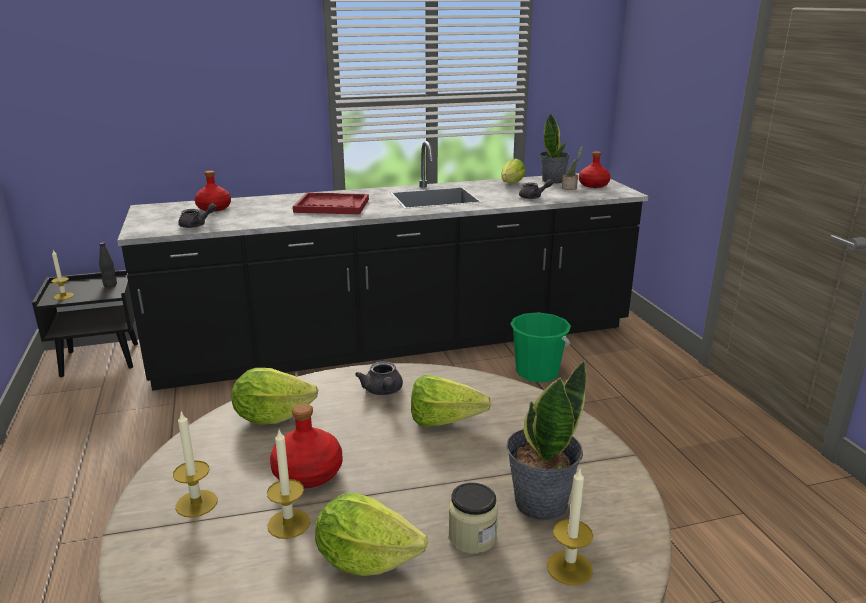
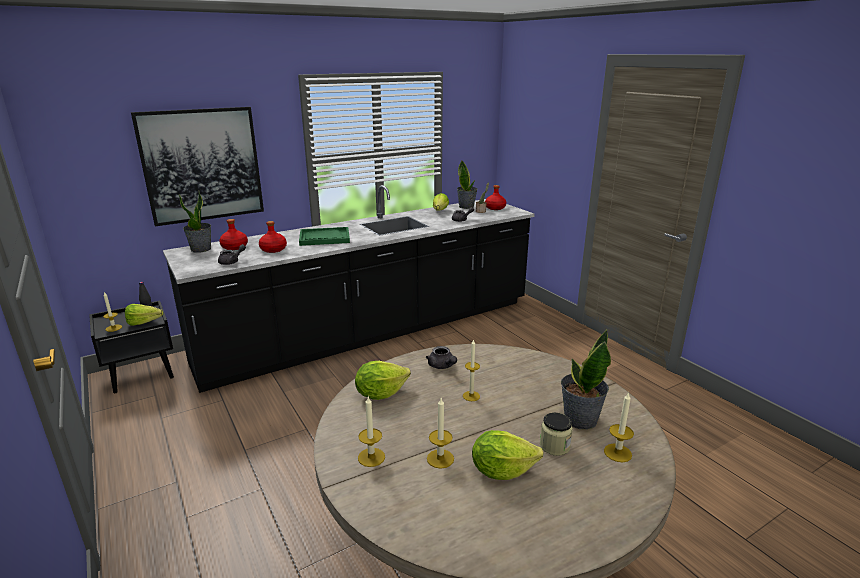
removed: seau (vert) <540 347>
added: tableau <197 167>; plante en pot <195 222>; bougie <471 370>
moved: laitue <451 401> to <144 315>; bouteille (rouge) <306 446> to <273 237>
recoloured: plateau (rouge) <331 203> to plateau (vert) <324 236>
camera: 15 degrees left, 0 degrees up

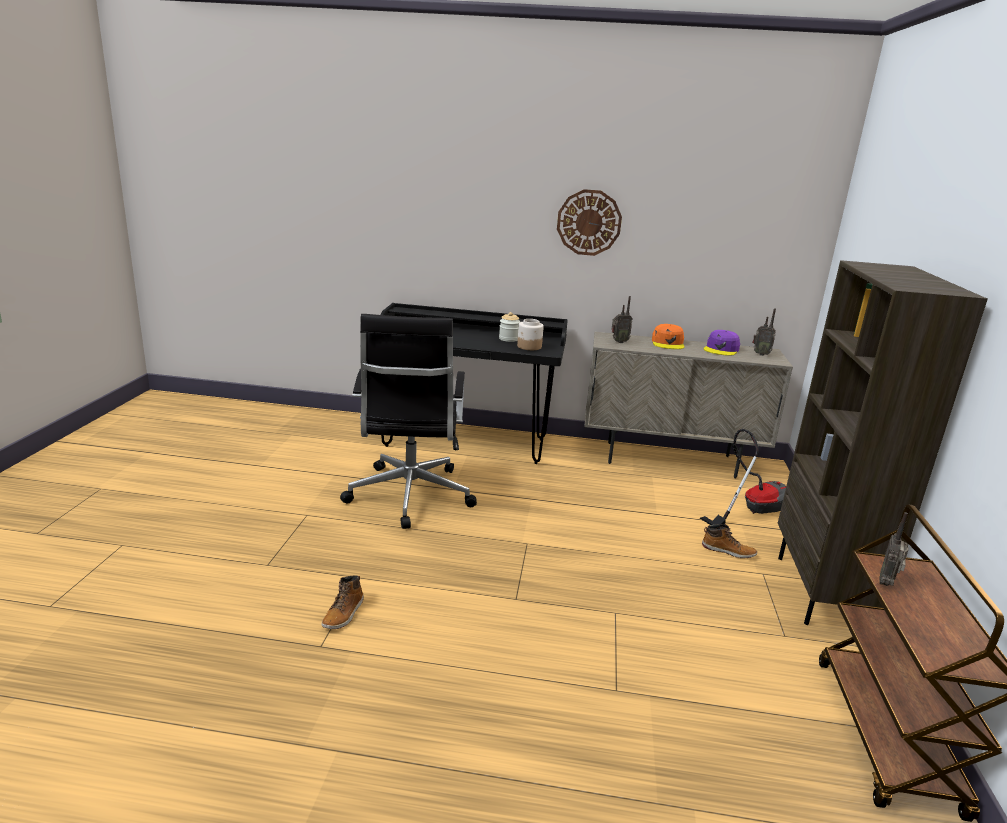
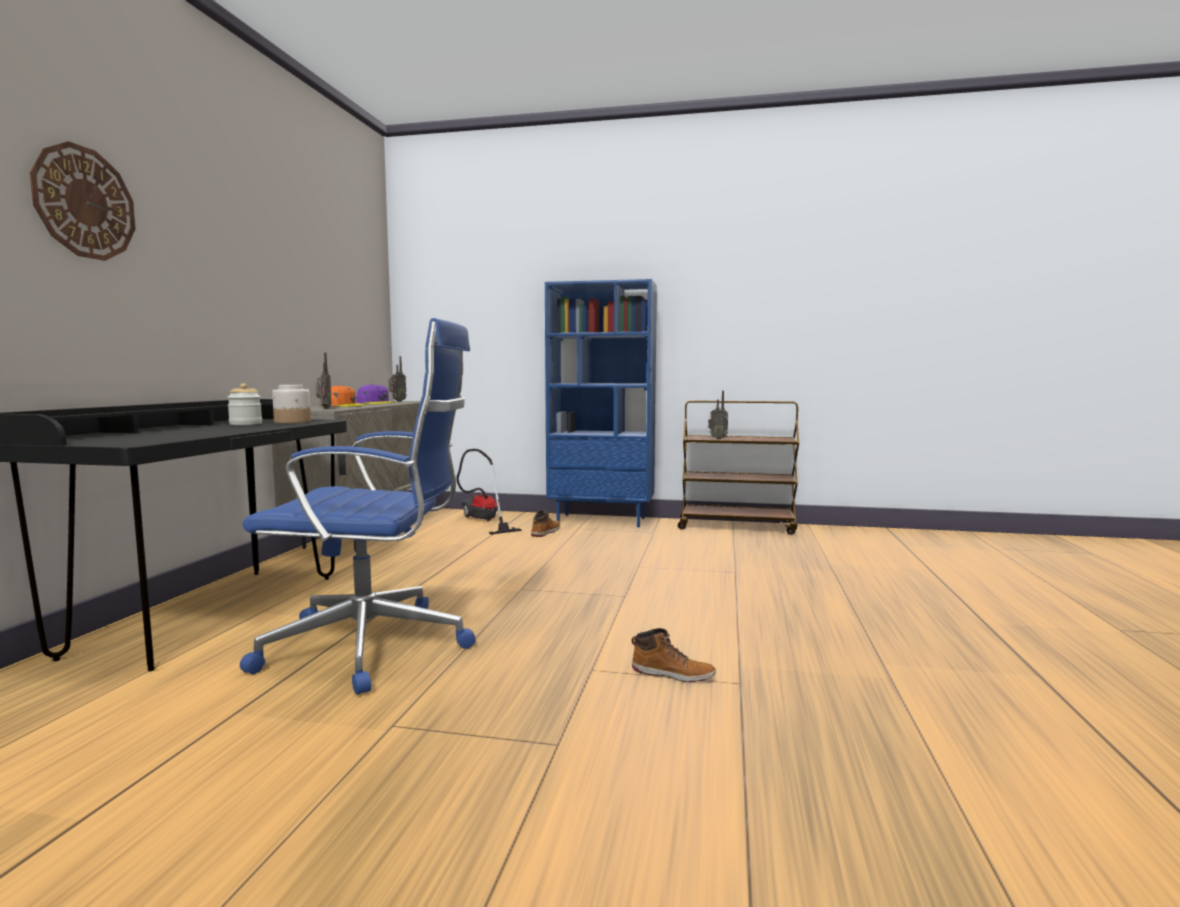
moved: horloge murale <589 222> to <83 201>
recoloured: chaise de bureau (noir) <408 421> to chaise de bureau (bleu) <358 506>; bibliothèque (marron) <883 442> to bibliothèque (bleu) <601 403>
camera: 85 degrees left, 15 degrees down

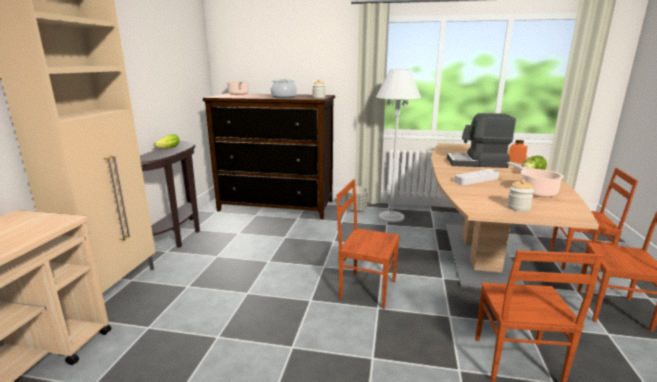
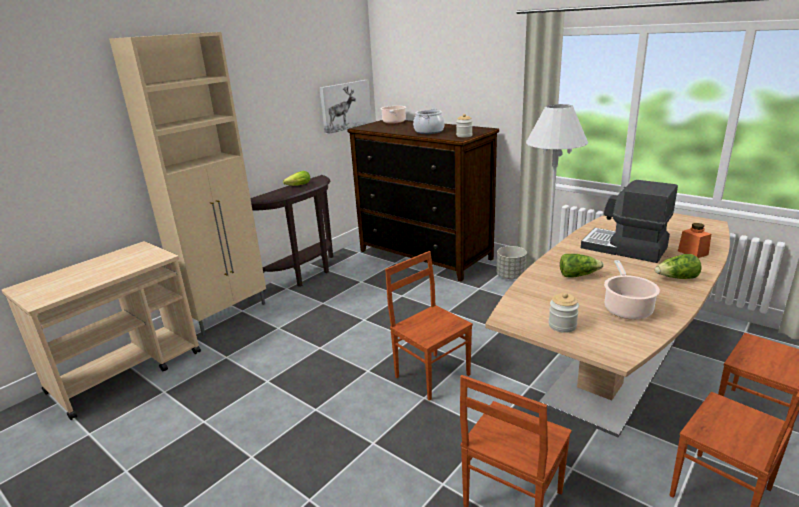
added: tableau <346 107>
replaced: plateau (gris) <476 177> to laitue <581 266>
camera: 30 degrees right, 5 degrees up

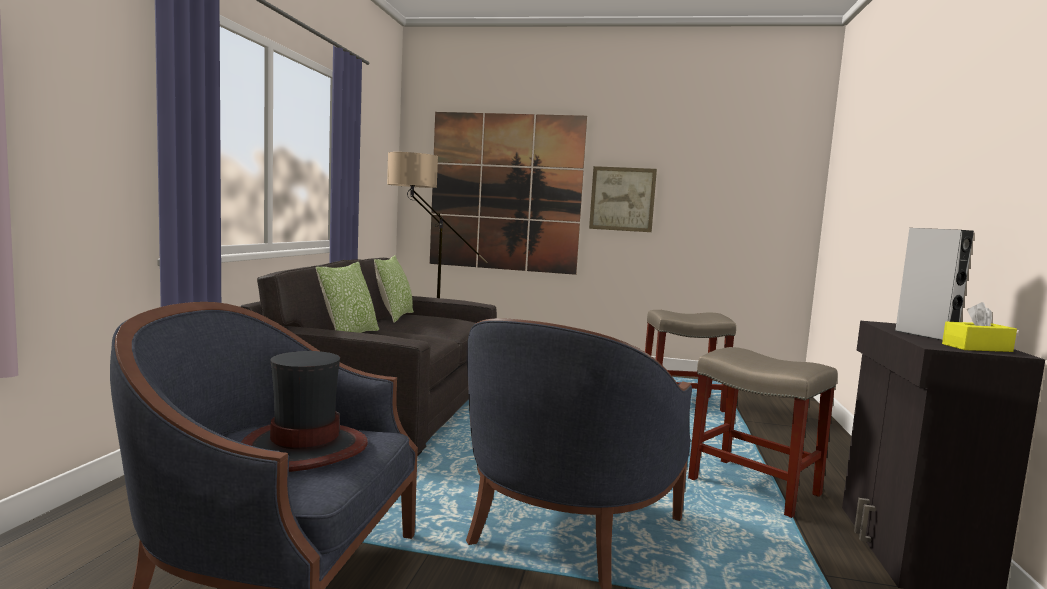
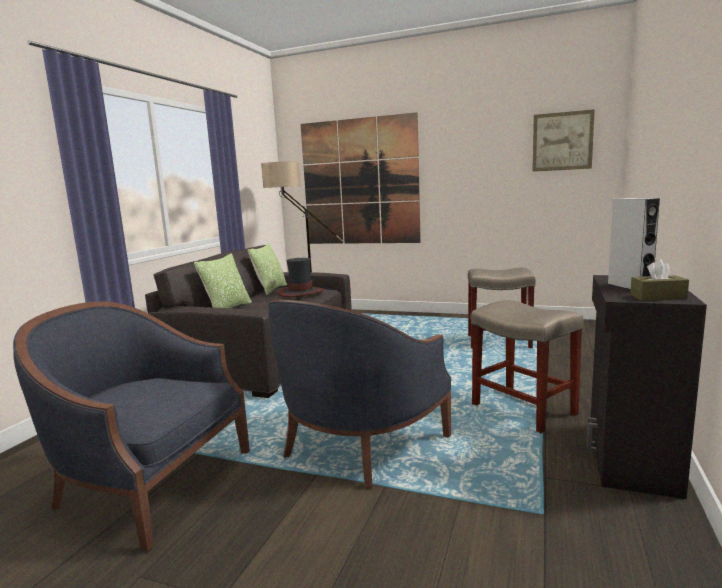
moved: chapeau <304 411> to <301 277>; tableau <623 199> to <563 140>
recoloured: boîte à mouchoirs (jaune) <979 327> to boîte à mouchoirs (marron) <659 279>
camera: 10 degrees right, 5 degrees up

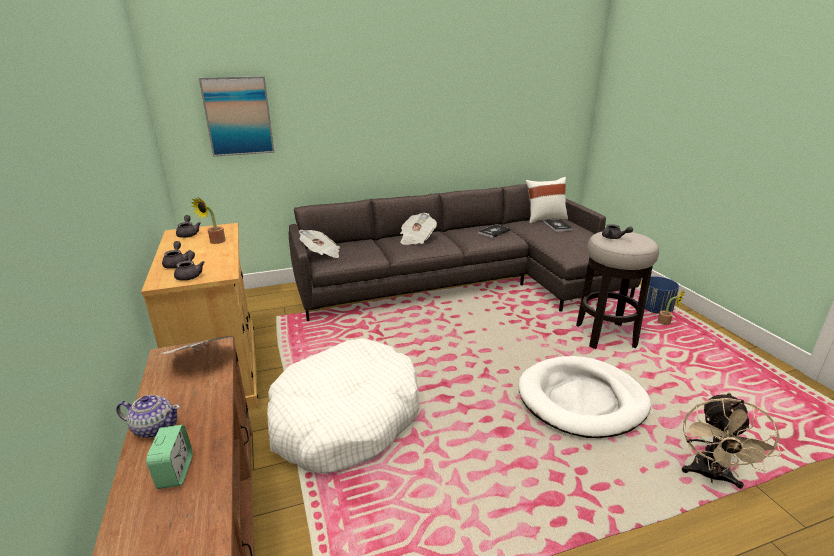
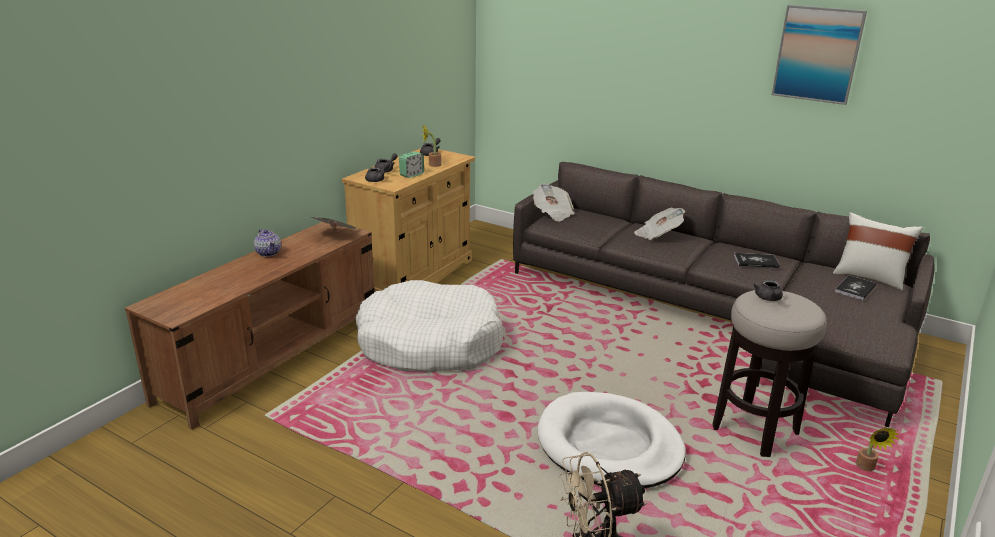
removed: cache-pot (bleu) <662 295>
moved: réveil <169 457> to <411 165>; tableau <237 116> to <819 55>
camera: 50 degrees right, 0 degrees up

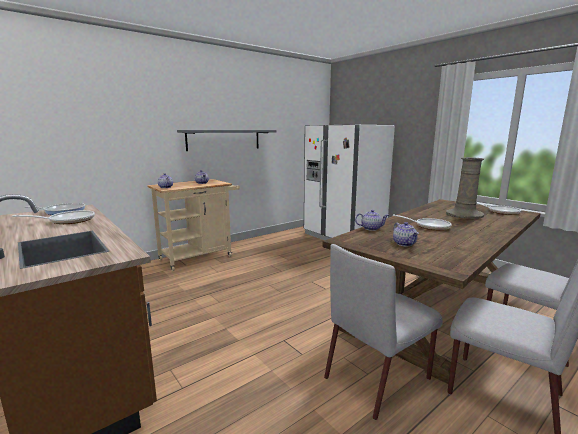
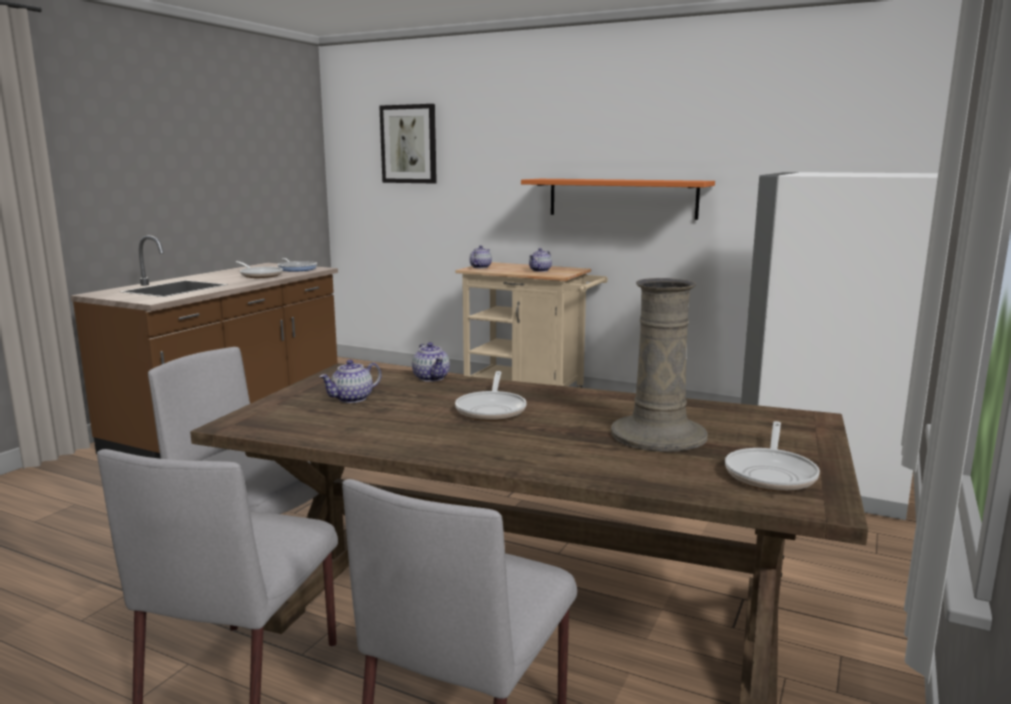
added: tableau <408 144>
recoloured: étagère (gris) <227 140> to étagère (orange) <618 199>
camera: 65 degrees right, 0 degrees up

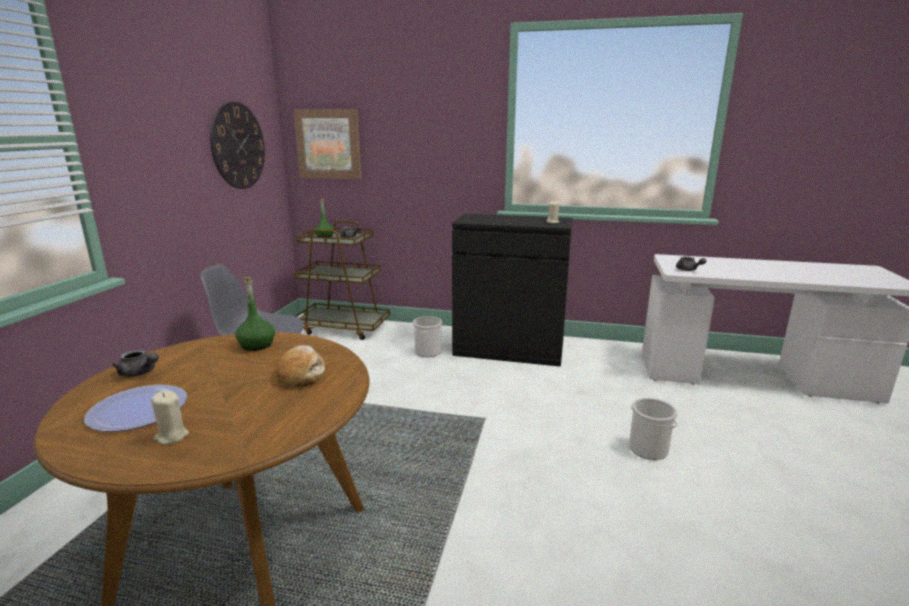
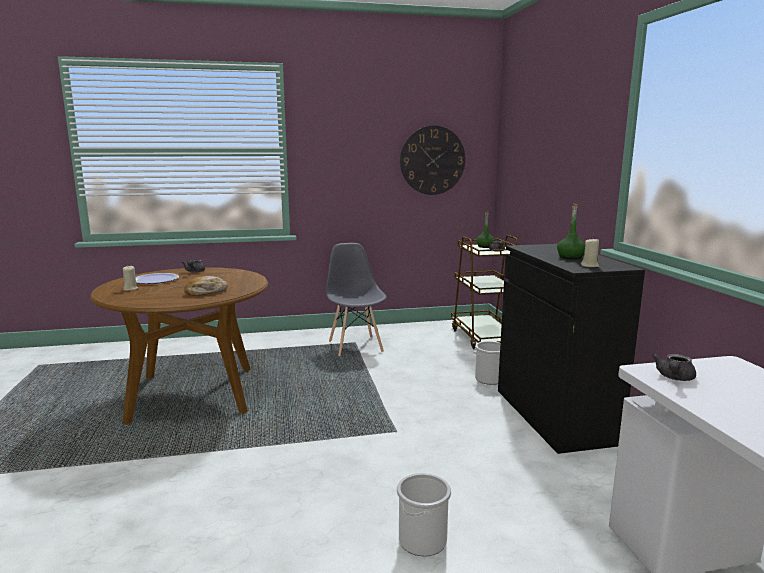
removed: tableau <327 144>
moved: bouteille (vert) <255 314> to <571 231>
camera: 65 degrees right, 5 degrees down

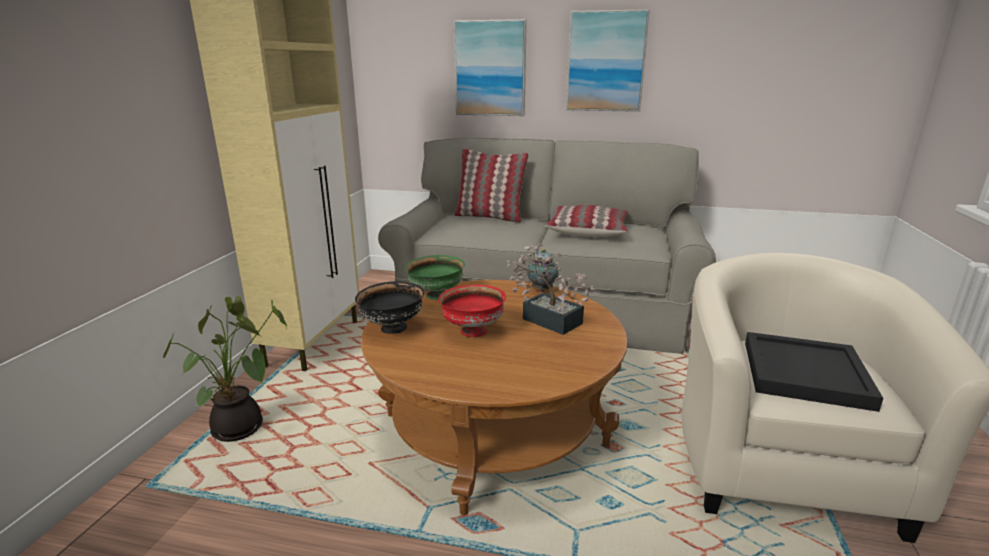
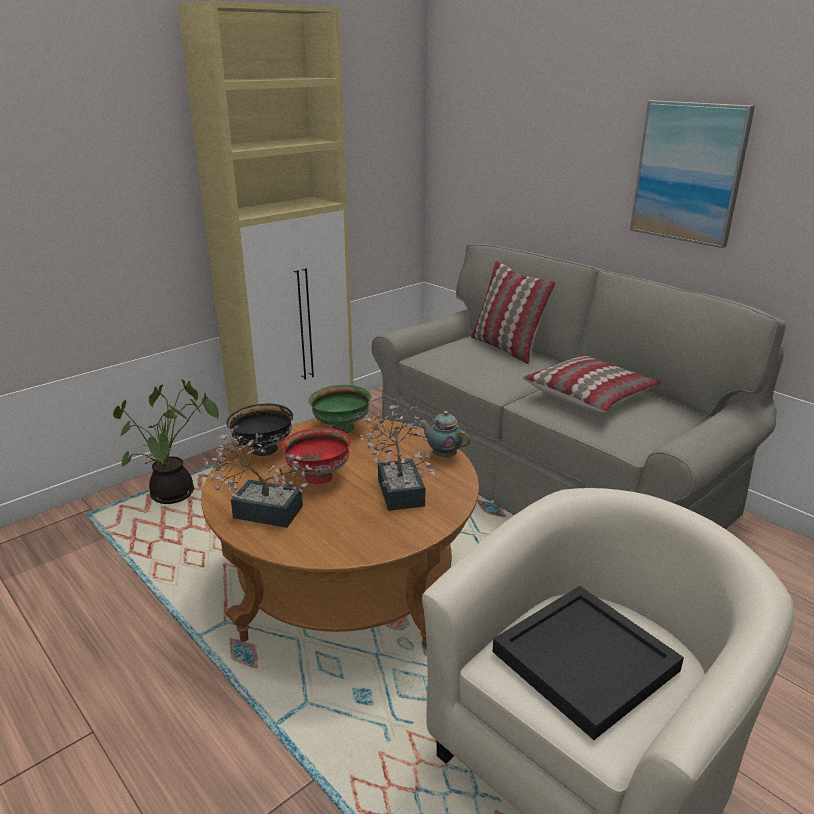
removed: tableau <490 67>
added: plante en pot <258 476>
turned: théière <543 270> = <444 434> 90 degrees clockwise
camera: 35 degrees right, 5 degrees up

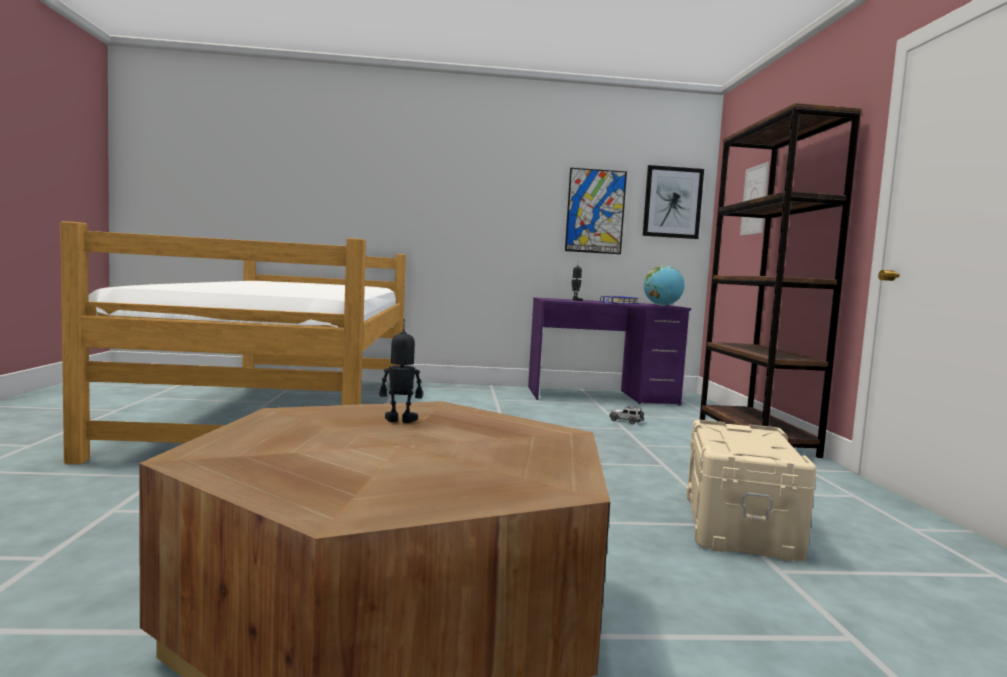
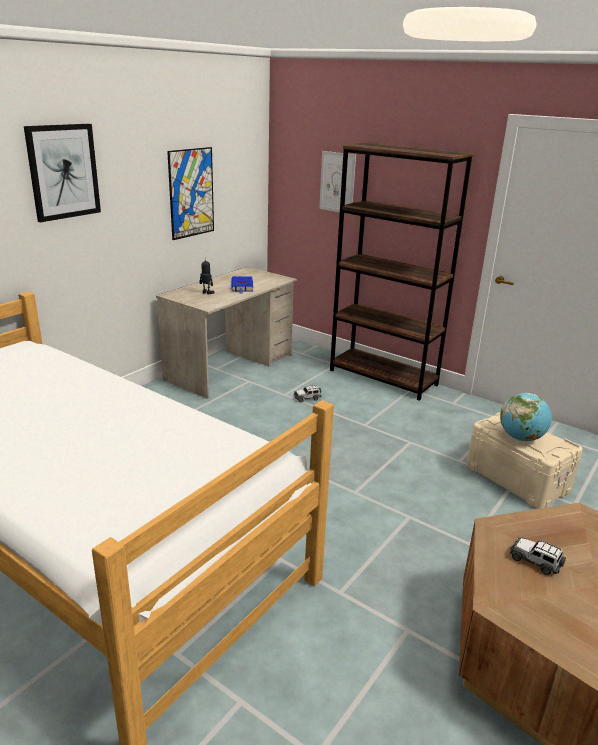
moved: tableau <673 202> to <62 173>; globe <664 286> to <526 417>
replaced: robot jouet <401 371> to petite voiture <538 556>
recoloured: bureau (violet) <609 351> to bureau (beige) <226 332>
camera: 50 degrees left, 20 degrees up

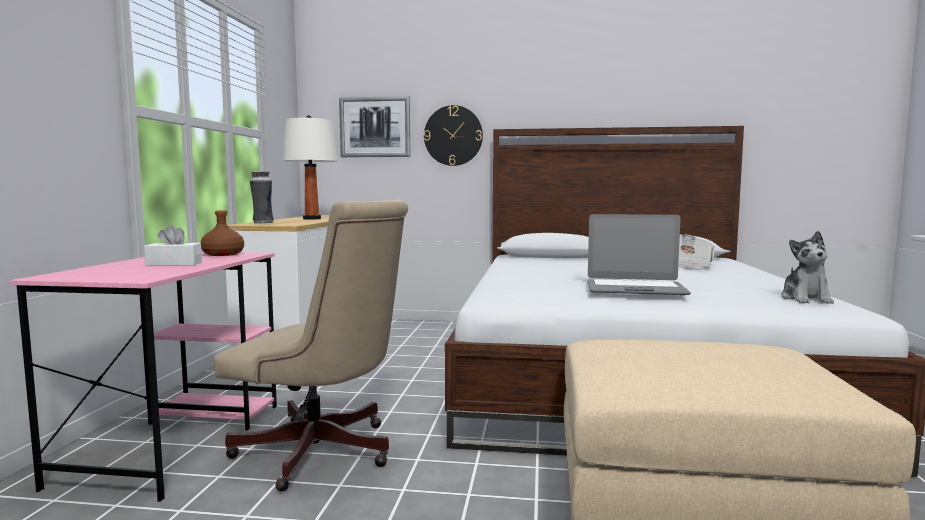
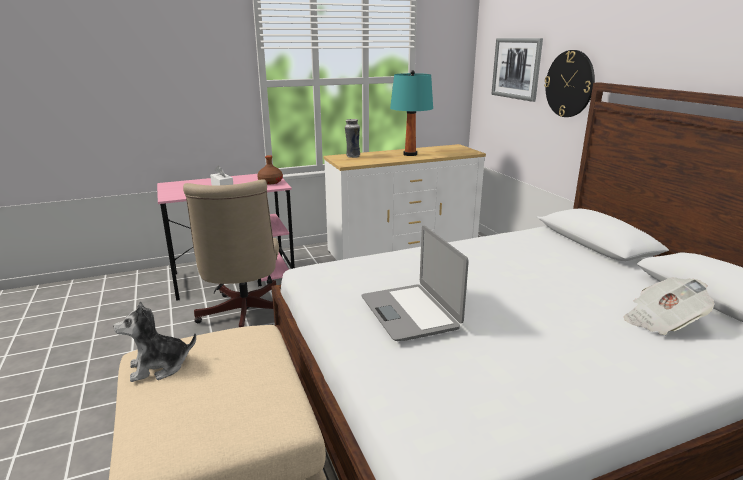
moved: peluche <807 267> to <154 341>
recoloured: lampe de table (blanc) <309 167> to lampe de table (turquoise) <411 113>
camera: 60 degrees right, 15 degrees up

